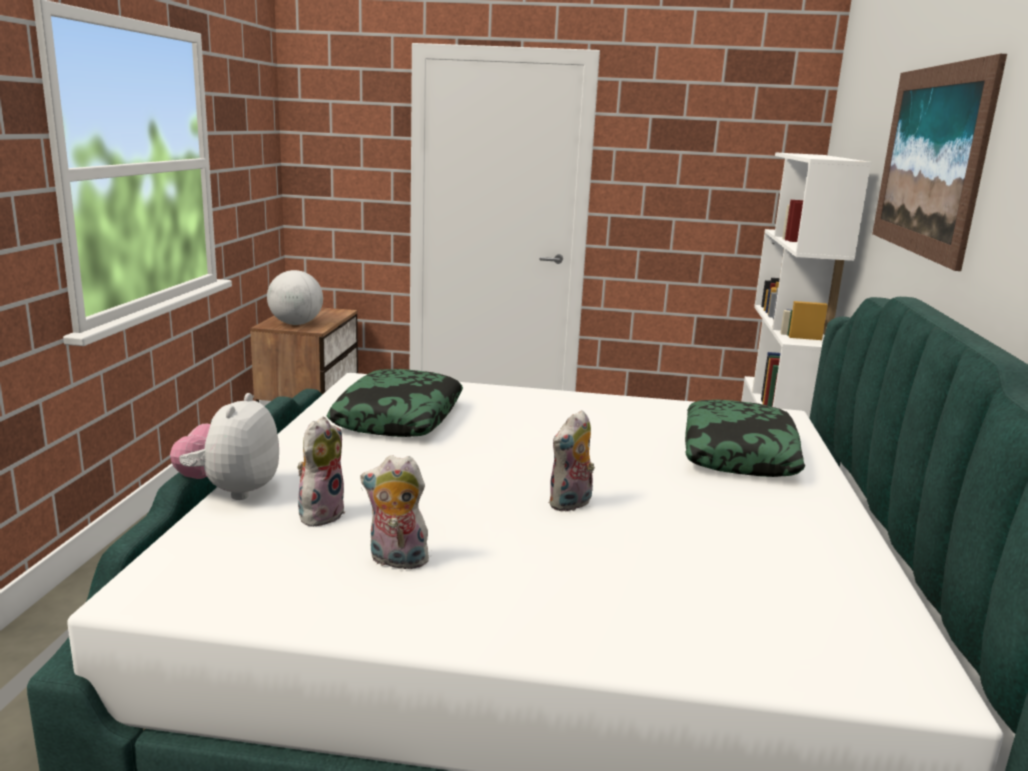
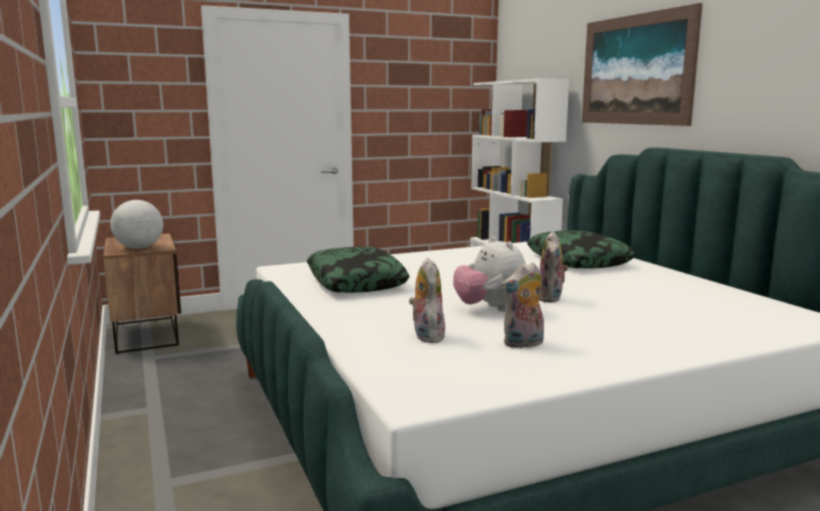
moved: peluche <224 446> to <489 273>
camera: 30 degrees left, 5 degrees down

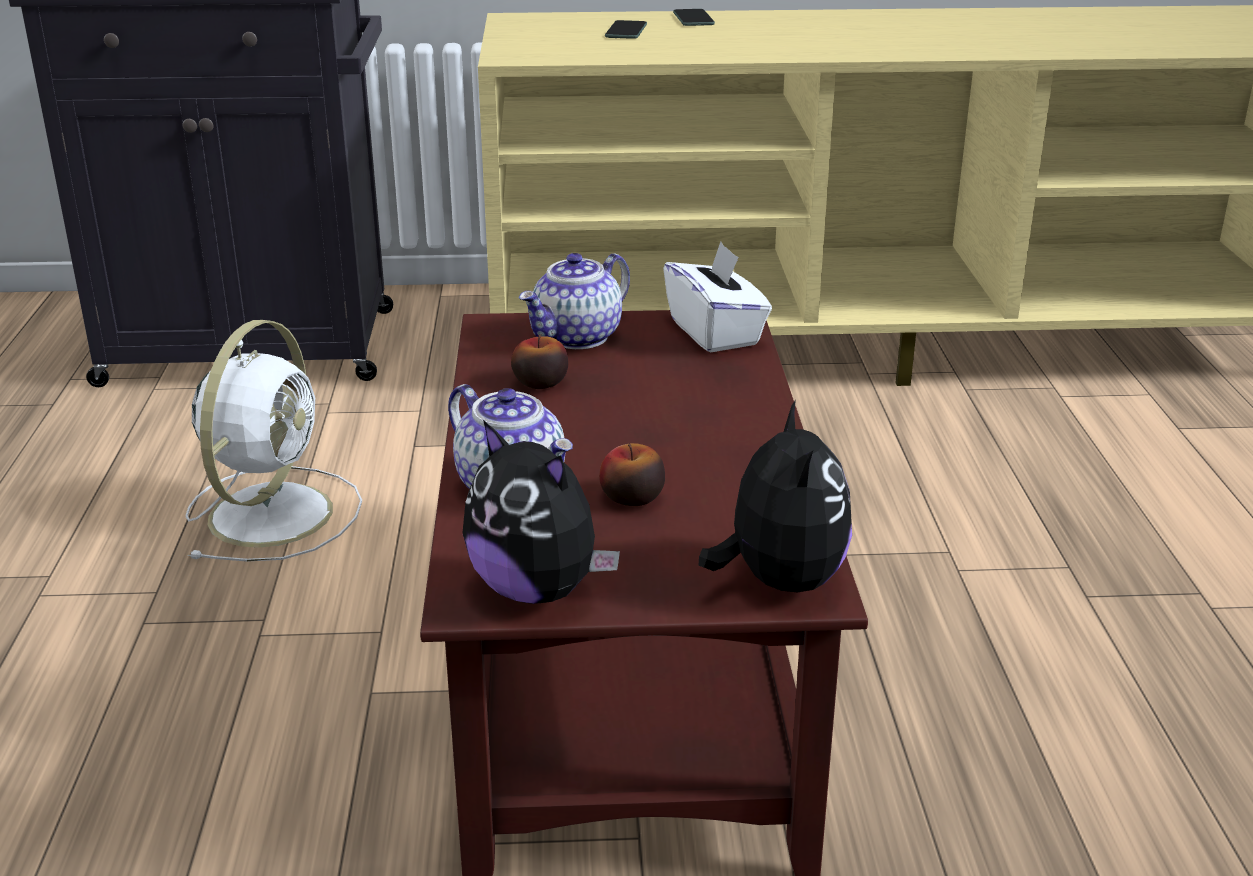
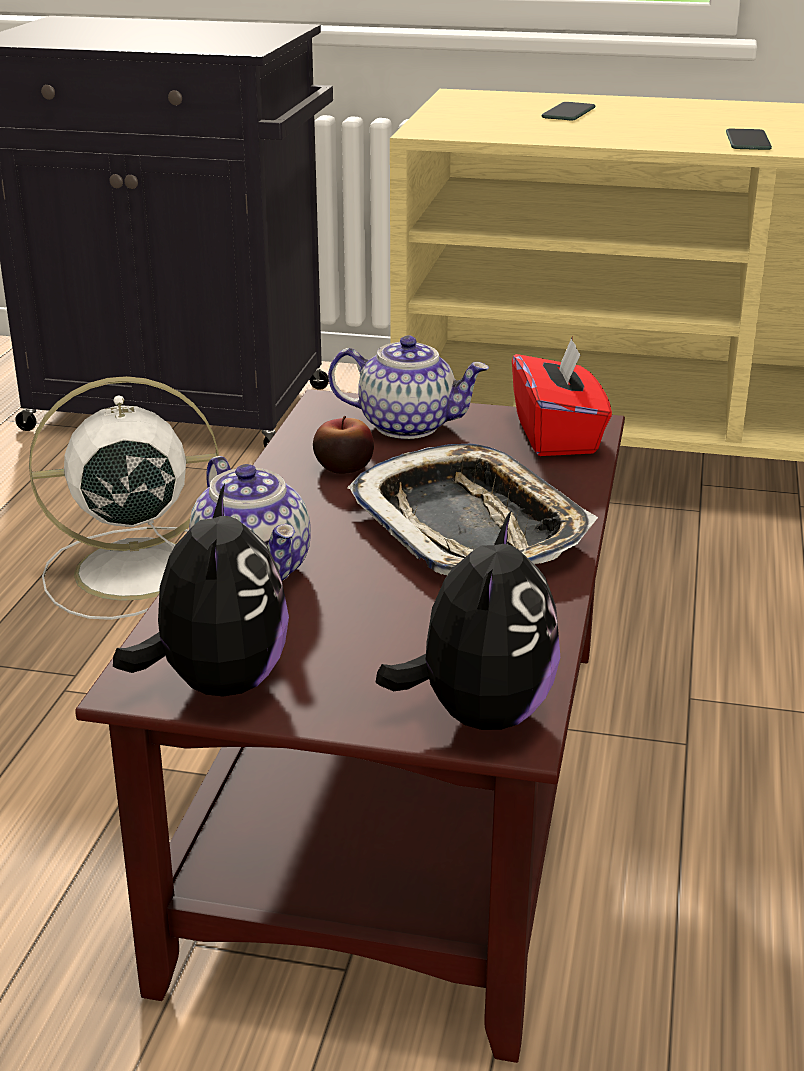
removed: pomme <632 474>
added: plateau <472 510>
moved: téléphone <694 17> to <749 139>
recoloured: boîte à mouchoirs (blanc) <717 297> to boîte à mouchoirs (rouge) <562 397>
turned: ventilateur (blanc) <273 441> = <124 498> 135 degrees counterclockwise; peluche <541 512> = <201 590> 150 degrees counterclockwise; théière <574 301> = <408 387> 135 degrees counterclockwise
camera: 15 degrees right, 0 degrees up

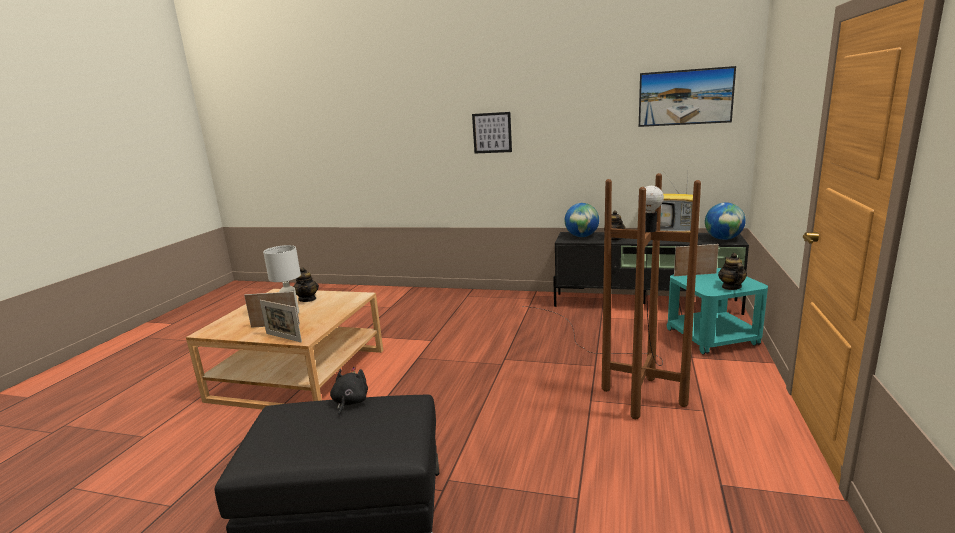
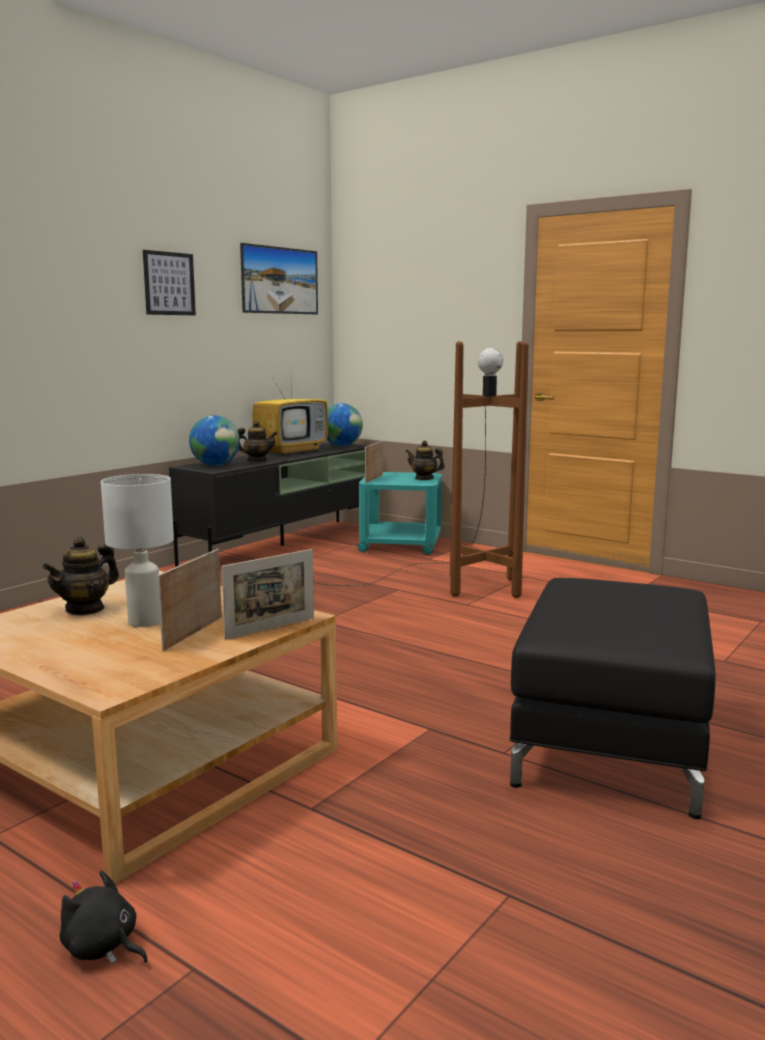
moved: peluche (noir) <349 392> to <103 917>; tableau <492 132> to <169 282>
turned: théière <306 284> = <80 576> 120 degrees clockwise
camera: 70 degrees left, 5 degrees down

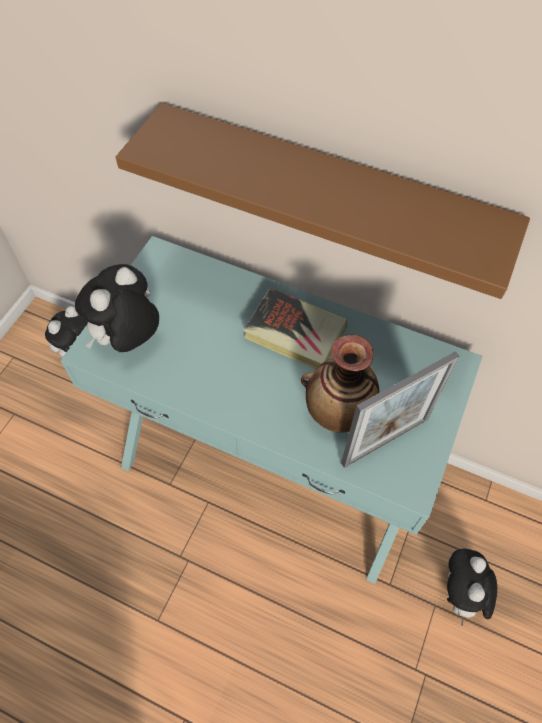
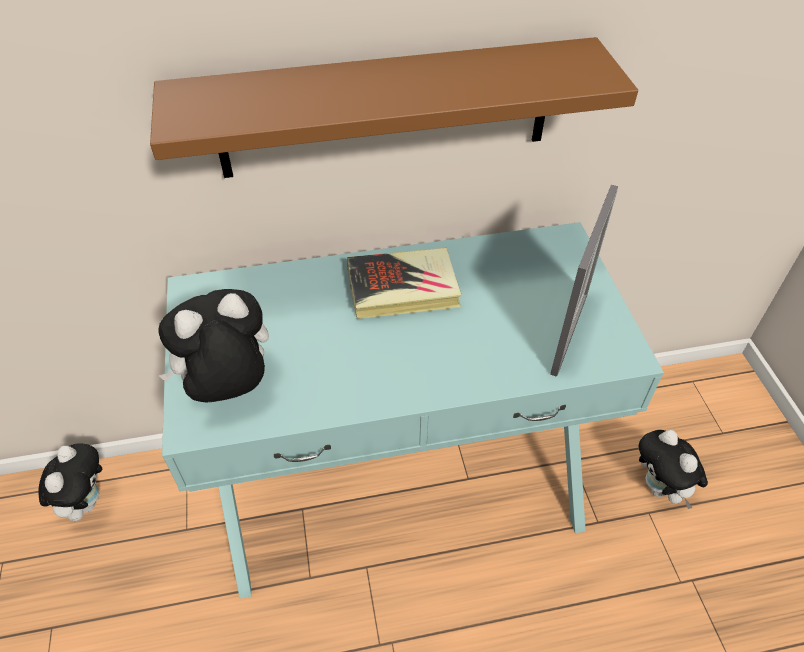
removed: vase <340 383>
turned: peluche <117 308> = <213 345> 60 degrees clockwise
camera: 35 degrees left, 10 degrees down

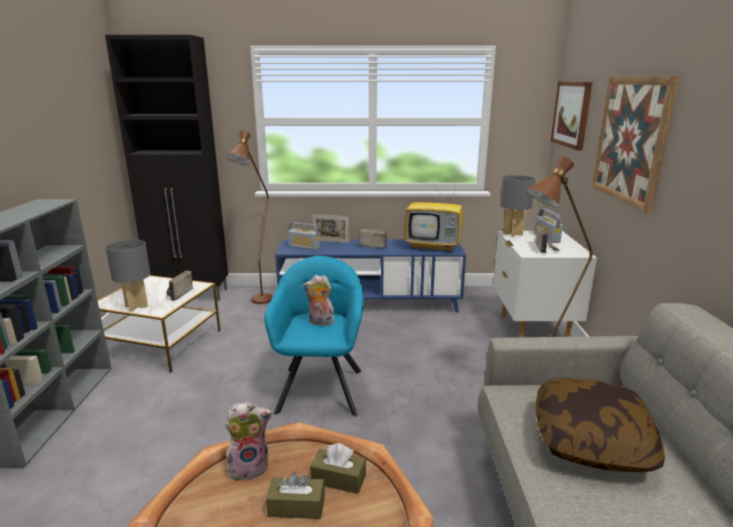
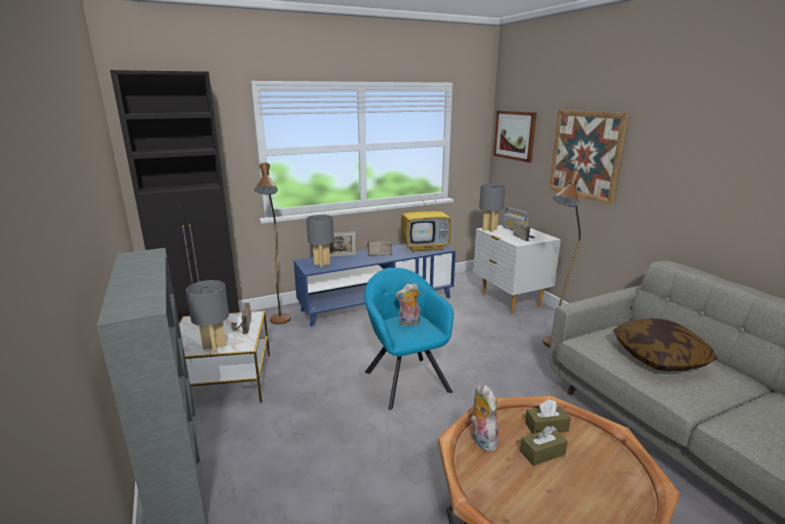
replaced: radio <304 236> to lampe de table (gris) <320 241>
turned: peluche <248 441> = <485 418> 60 degrees counterclockwise
camera: 25 degrees left, 0 degrees up

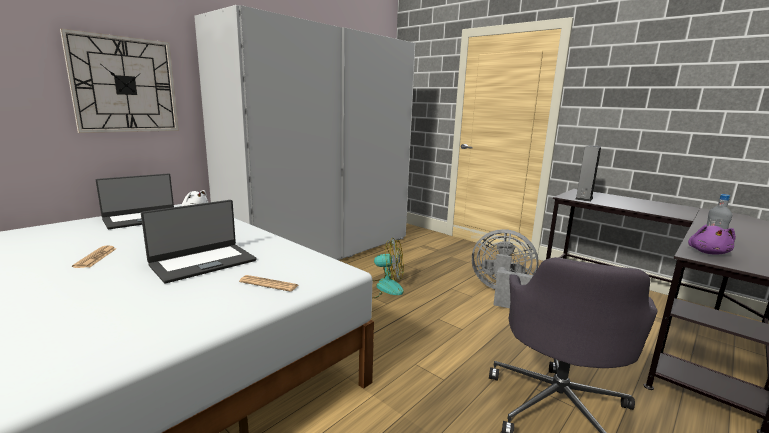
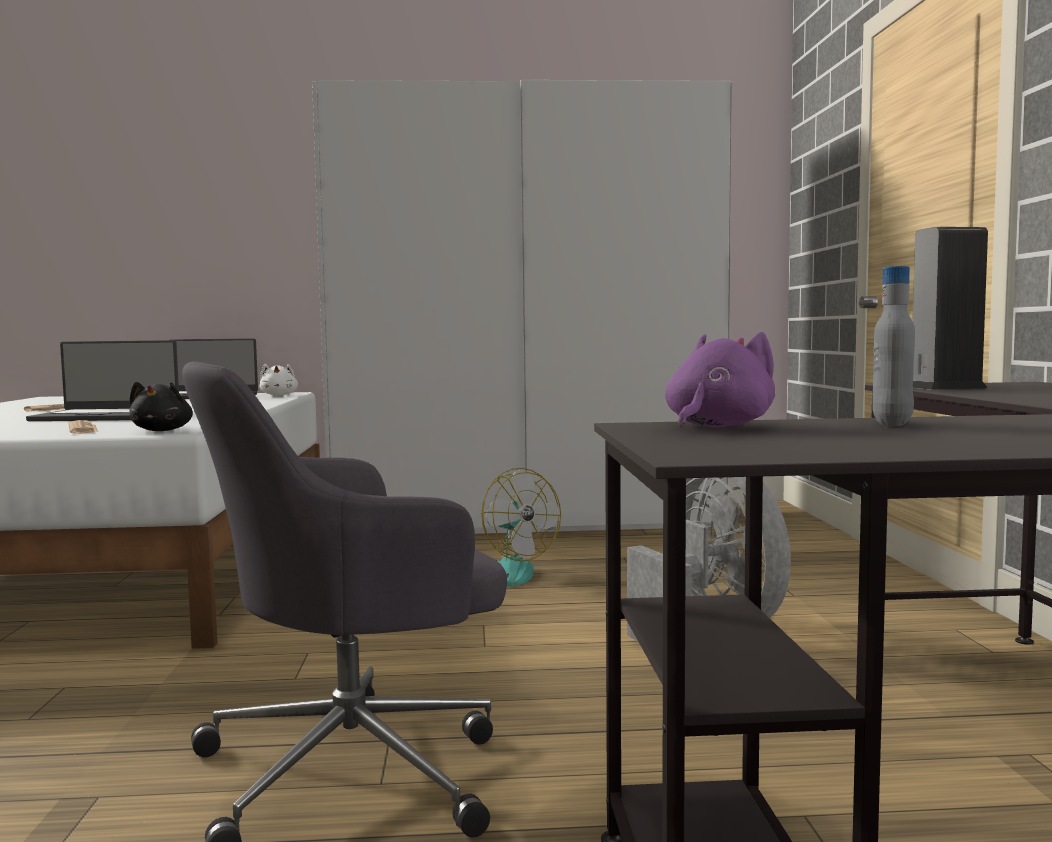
removed: horloge murale <119 80>
added: peluche (noir) <161 406>
turned: peluche (violet) <712 239> = <720 380> 150 degrees clockwise
camera: 45 degrees right, 10 degrees down

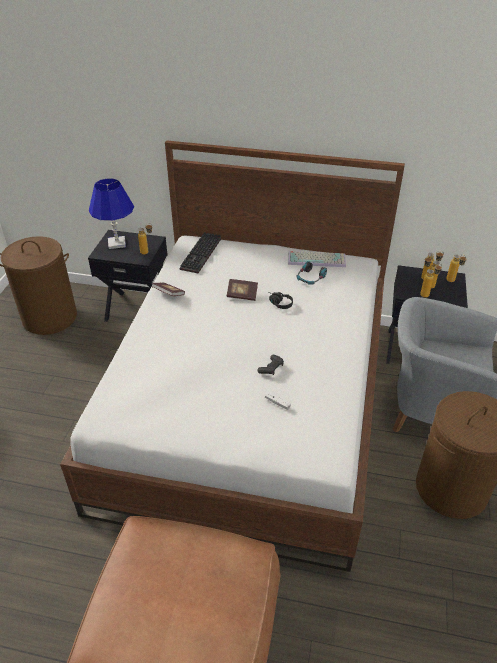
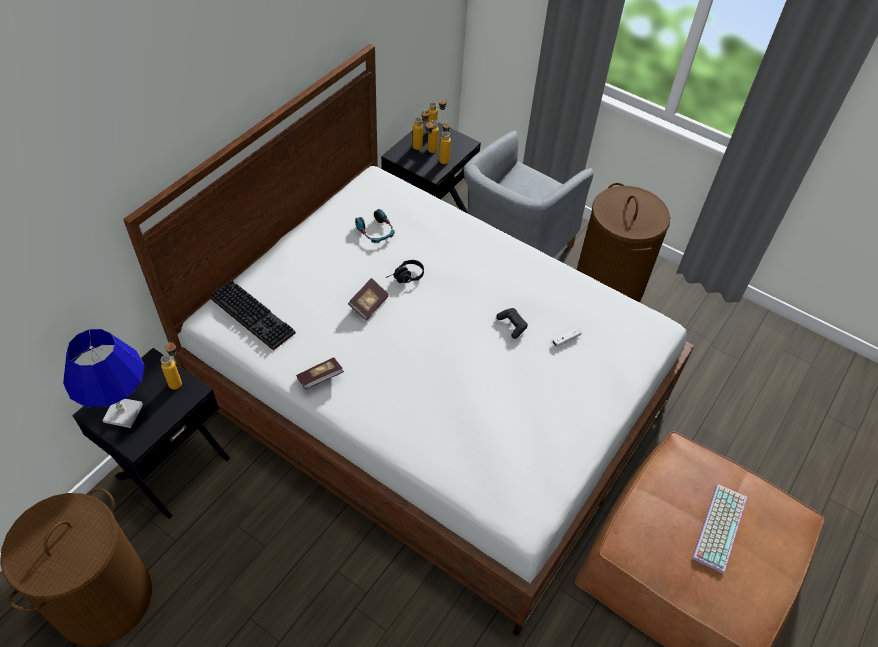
moved: clavier <317 259> to <719 529>
camera: 70 degrees left, 10 degrees up

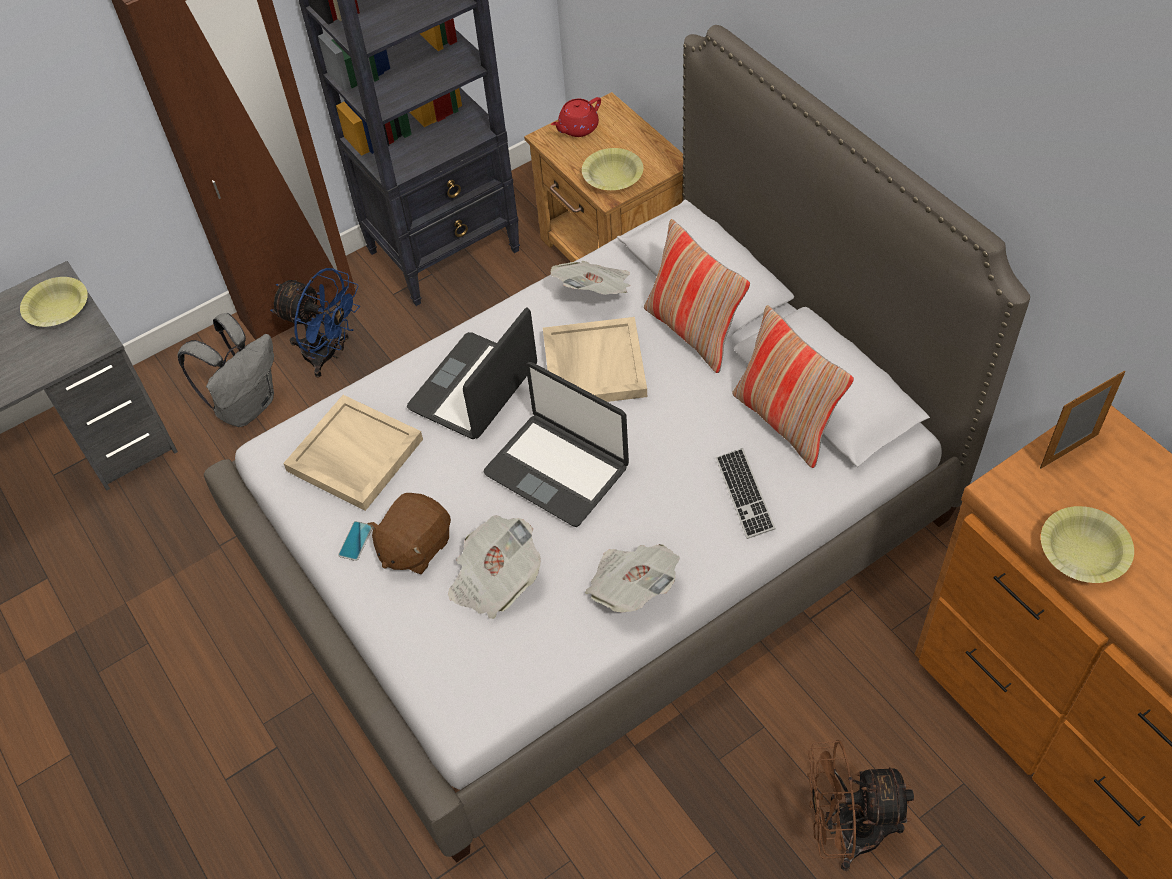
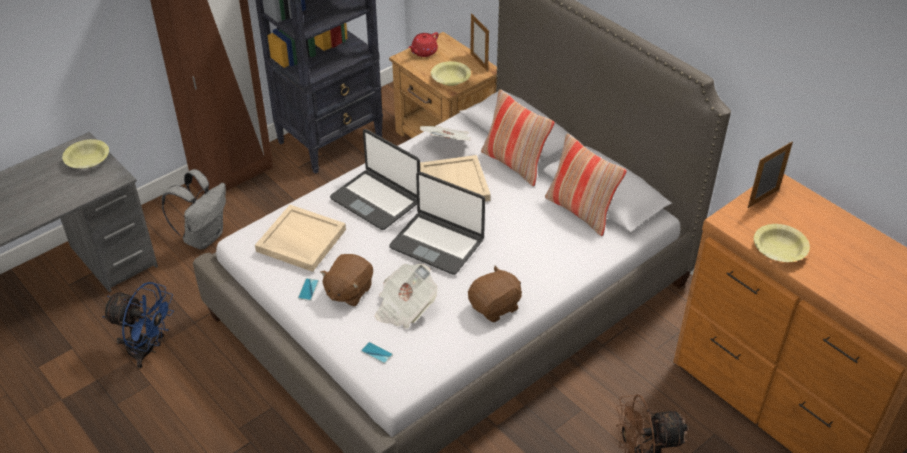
removed: clavier <746 493>
added: téléphone <377 353>; cadre photo <479 42>
moved: ventilateur (bleu) <315 323> to <138 325>
replaced: journal <632 578> to peluche (marron) <495 293>
turned: ordinateur portable <472 373> = <375 179> 75 degrees counterclockwise
camera: 10 degrees left, 10 degrees down

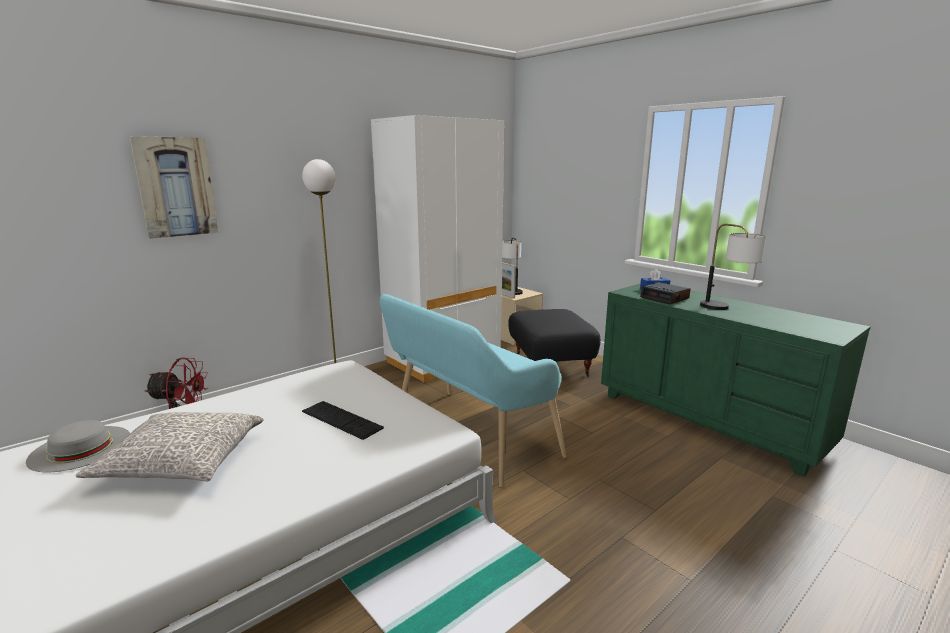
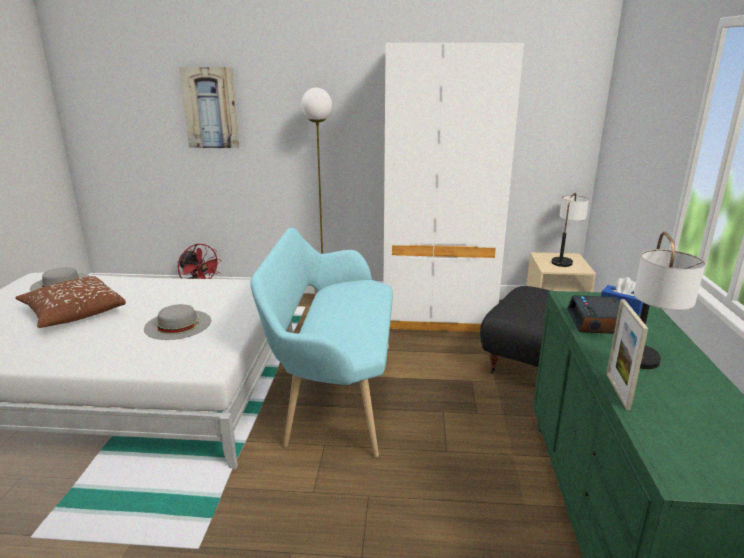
moved: cadre photo <508 280> to <627 354>
replaced: clavier <343 420> to chapeau (gris) <177 322>
recoloured: coussin (gris) <169 446> to coussin (marron) <70 302>
camera: 45 degrees right, 5 degrees up

